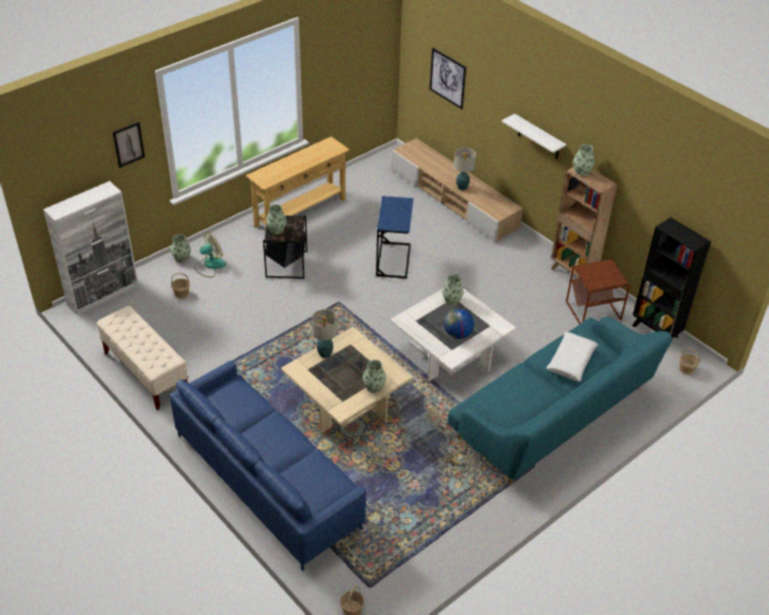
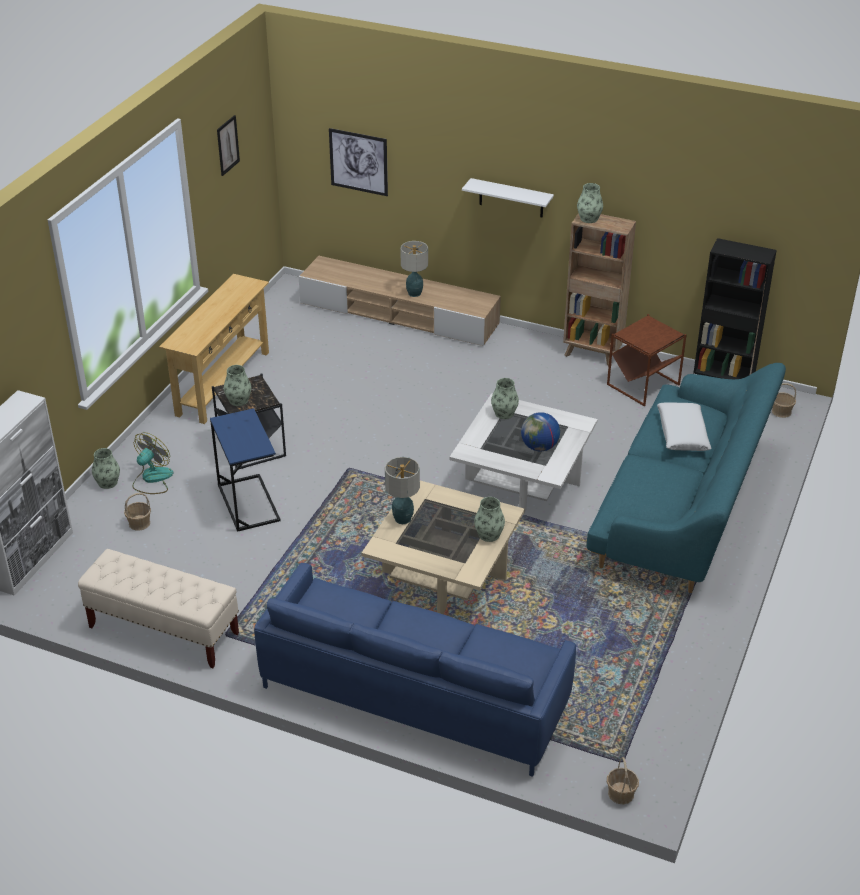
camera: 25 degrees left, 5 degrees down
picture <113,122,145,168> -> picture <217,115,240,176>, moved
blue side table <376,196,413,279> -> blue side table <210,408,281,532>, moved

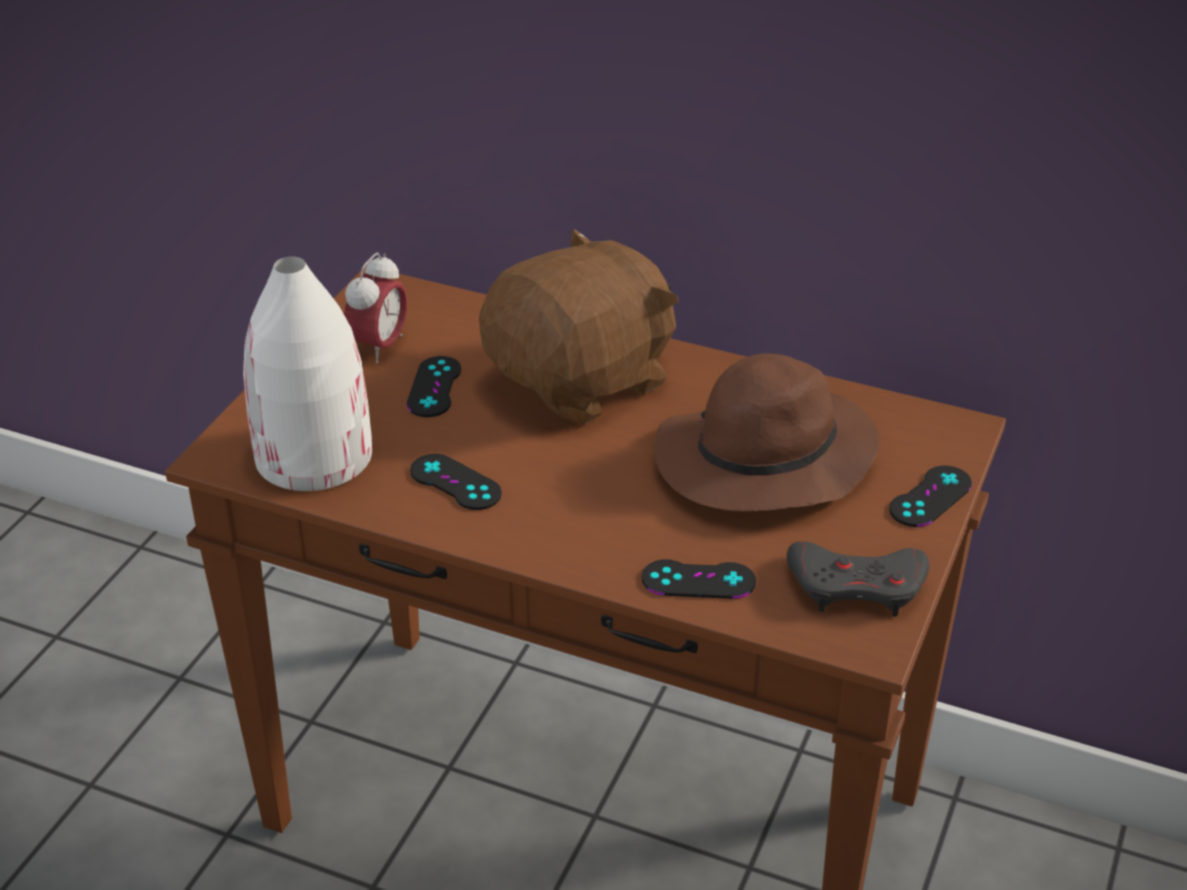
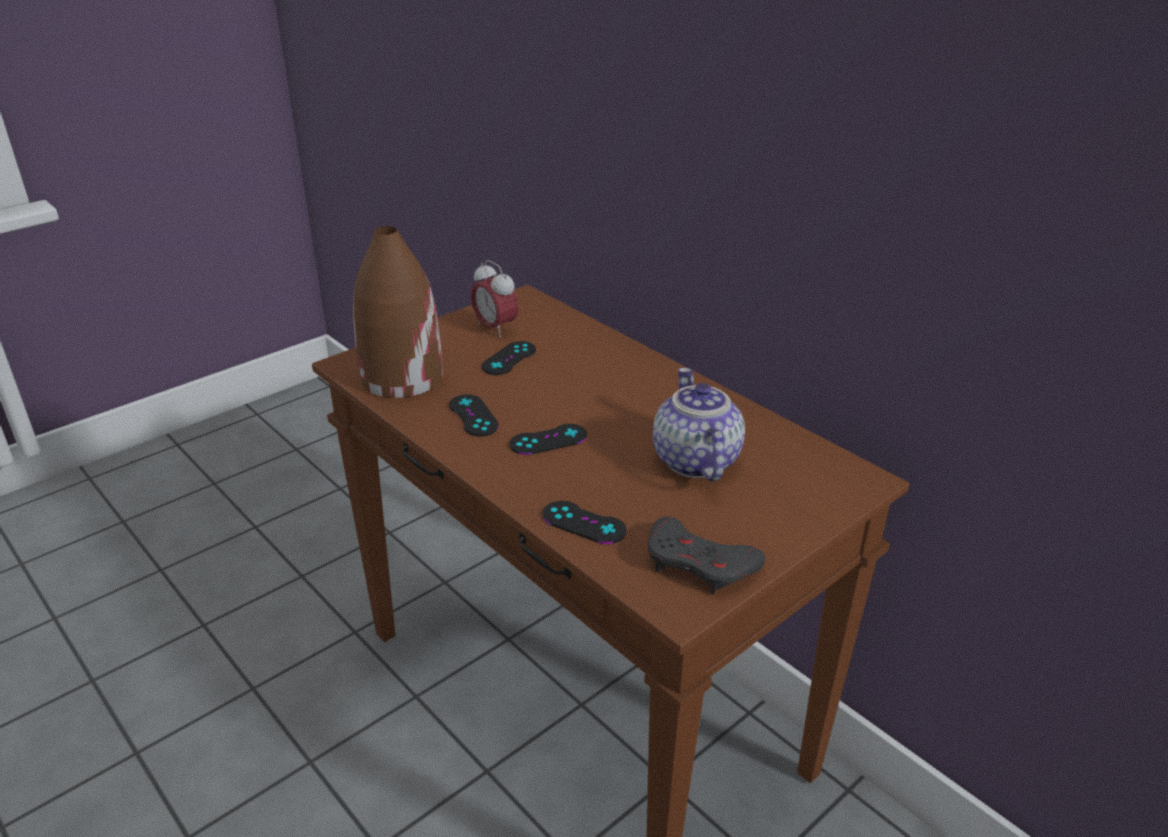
camera: 25 degrees right, 5 degrees down
brown plush toy <479,229,678,425> -> none
black game controller <889,465,972,527> -> black game controller <510,424,587,455>, moved
brown hat <654,353,879,512> -> teapot <653,368,745,481>
white vase <243,256,372,491> -> brown vase <353,226,443,398>
alarm clock <344,252,407,363> -> alarm clock <471,260,519,338>, 90 degrees clockwise

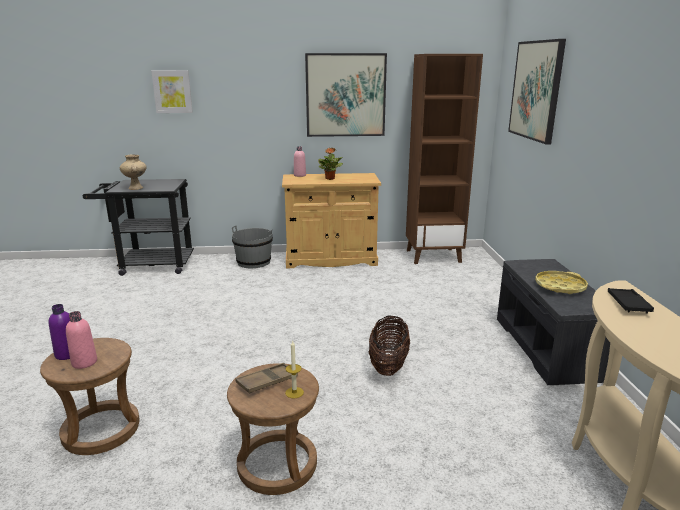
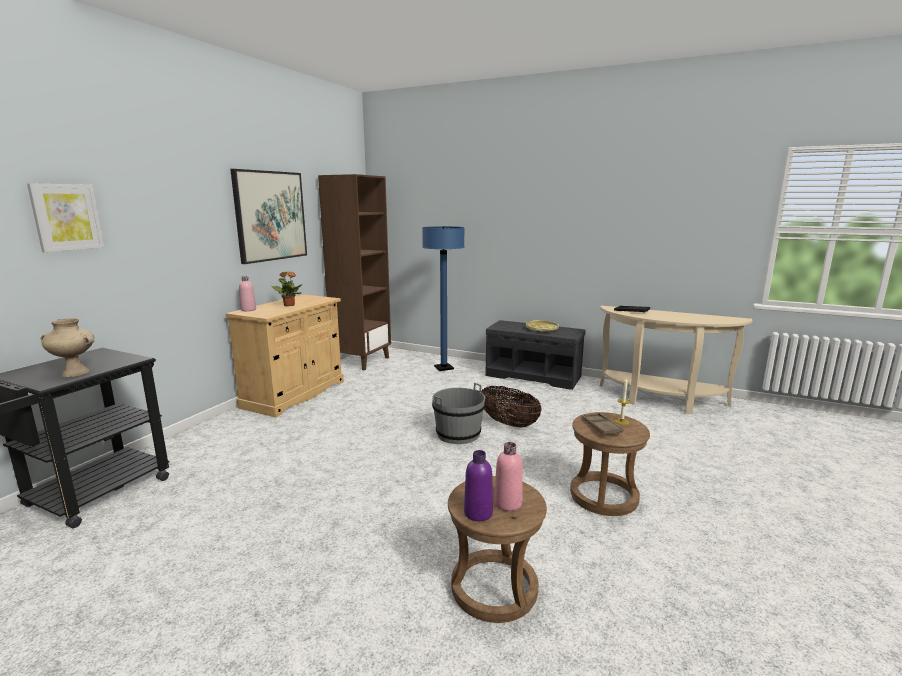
camera: 60 degrees left, 5 degrees down
picture <508,39,566,144> -> none
none -> blue floor lamp <422,226,465,371>
grey bucket <232,225,273,268> -> grey bucket <432,383,485,444>, moved

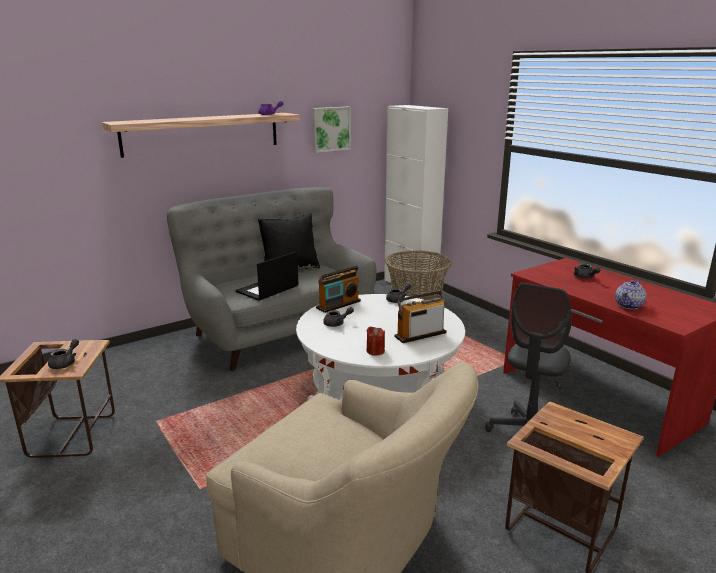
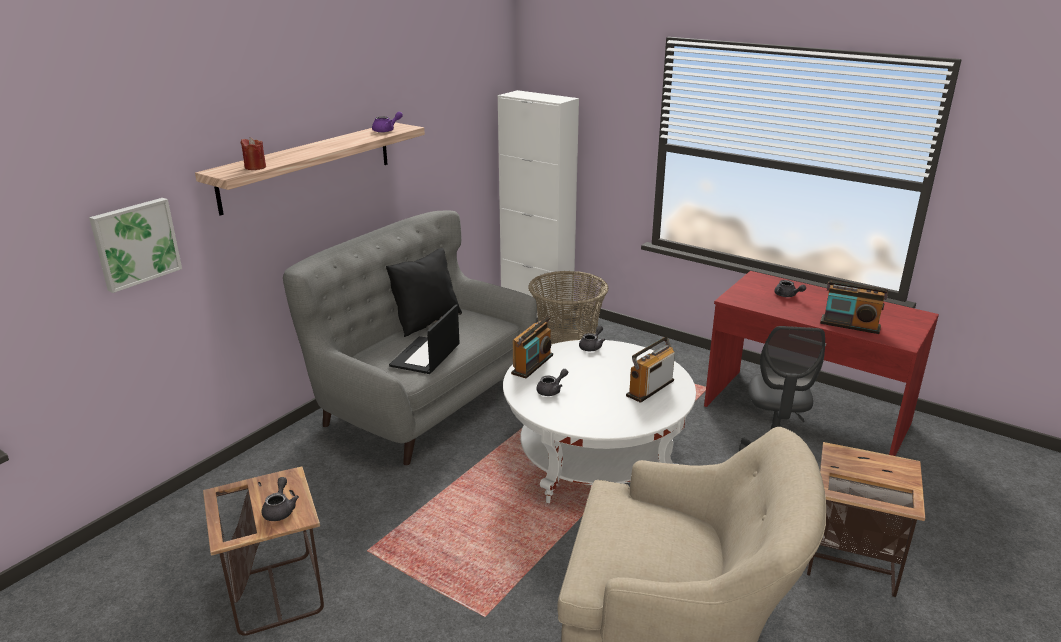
camera: 20 degrees left, 5 degrees up
picture <312,107,351,153> -> picture <89,198,182,293>, moved
red candle <367,326,385,356> -> red candle <241,137,266,170>, moved
teapot <615,280,647,310> -> radio <820,280,888,334>

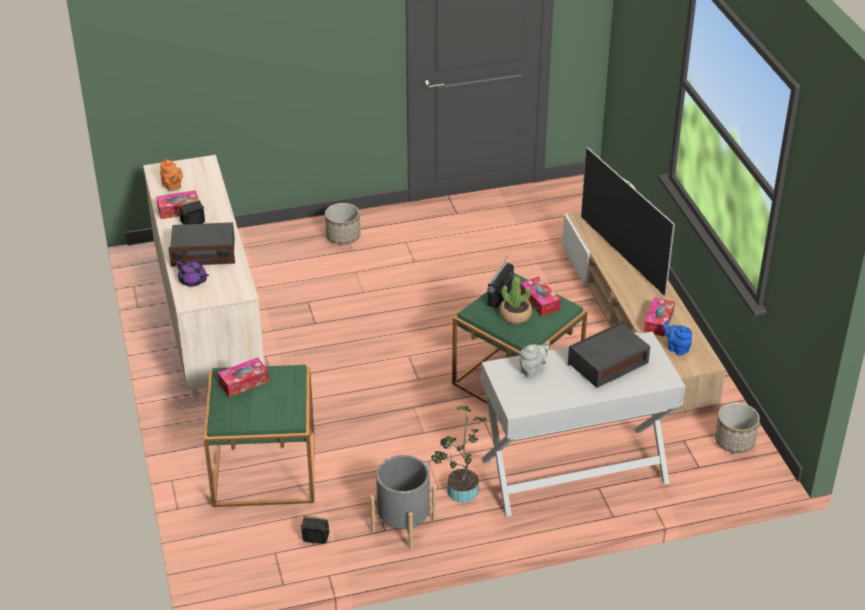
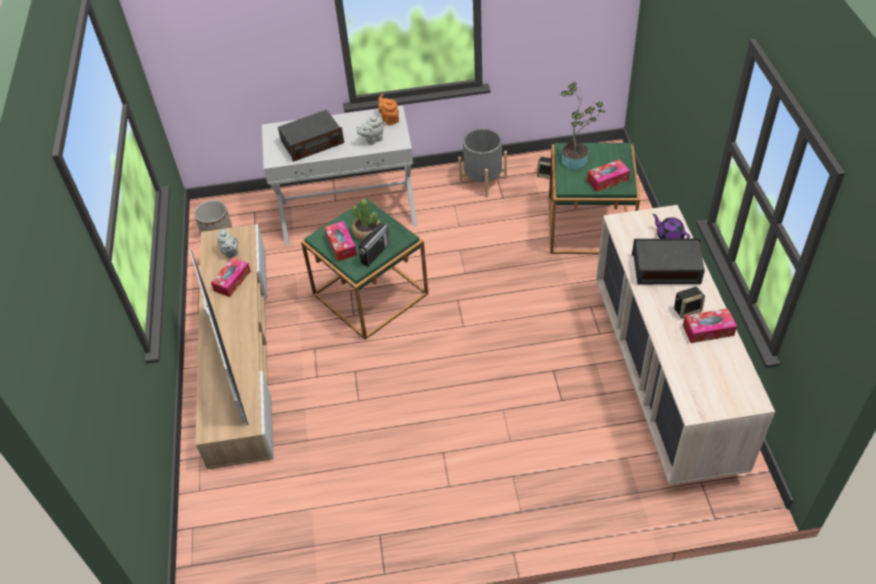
camera: 170 degrees left, 10 degrees up
planter <325,203,360,244> -> none
orange teapot <160,158,183,191> -> orange teapot <378,94,399,125>, moved
potted plant <431,406,486,503> -> potted plant <561,82,605,169>, moved
blue teapot <663,320,692,356> -> grey teapot <216,229,238,258>

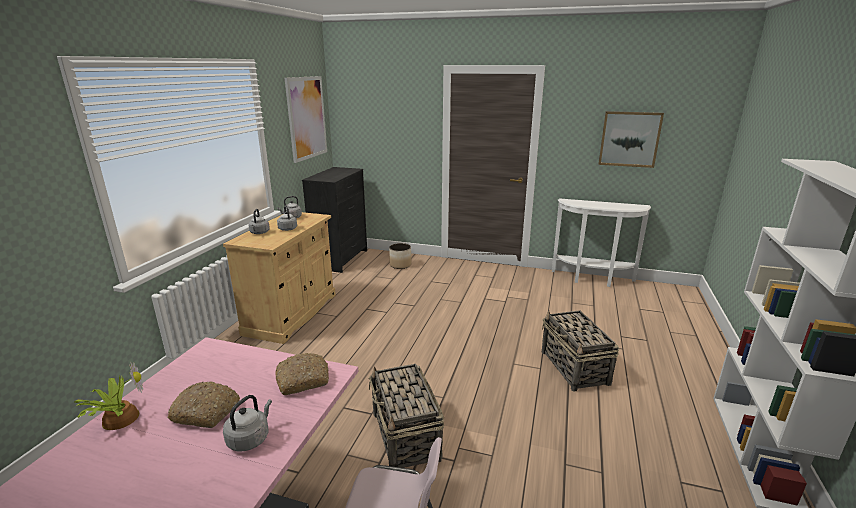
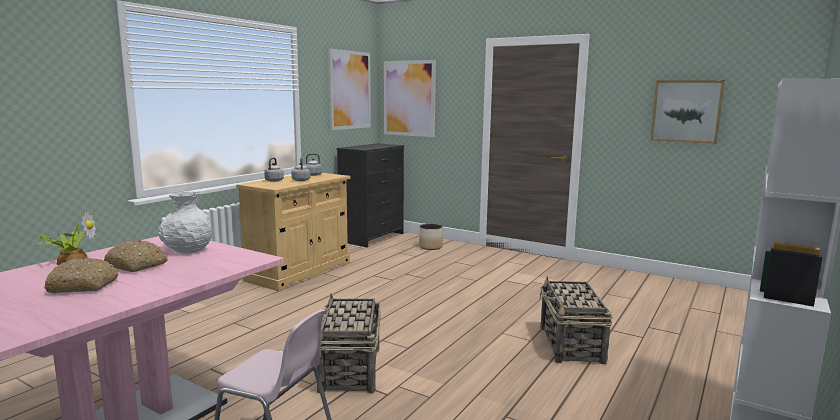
camera: 15 degrees right, 10 degrees down
grey kettle <223,395,272,451> -> none
white console table <552,198,651,287> -> none
none -> white vase <158,192,212,253>
none -> picture <384,60,436,137>
bread <276,353,329,395> -> bread <44,258,118,293>, moved

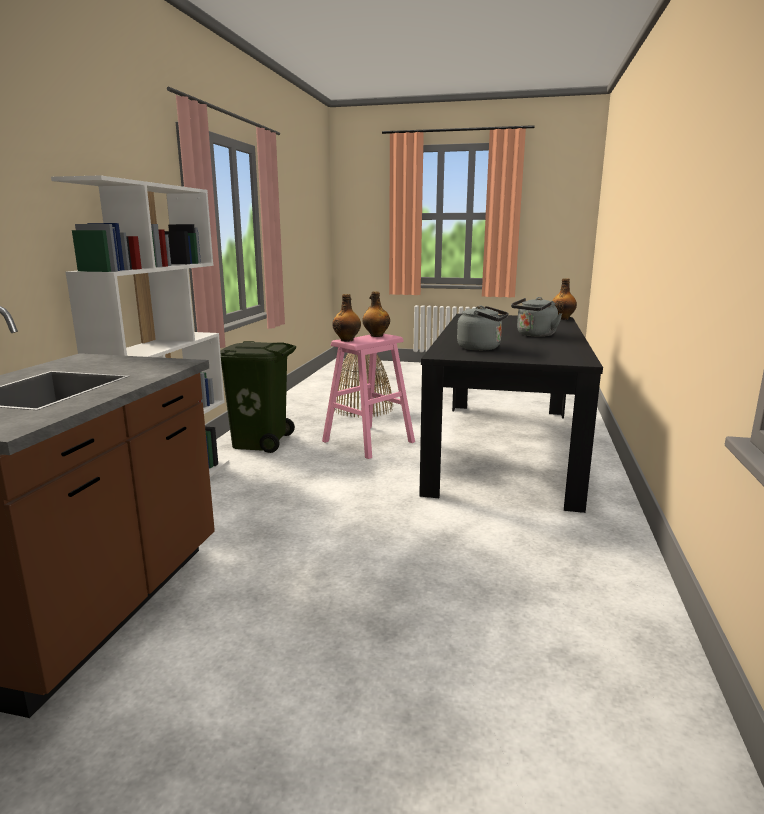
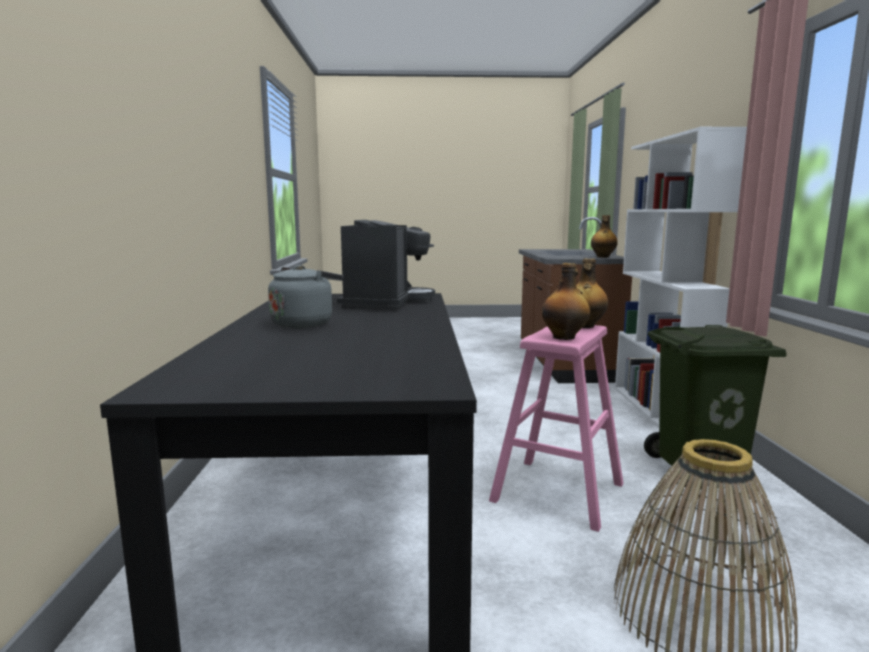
camera: 165 degrees right, 5 degrees down
bottle <552,278,577,320> -> bottle <591,215,618,258>, moved
grey kettle <457,305,509,351> -> coffee machine <337,220,435,310>

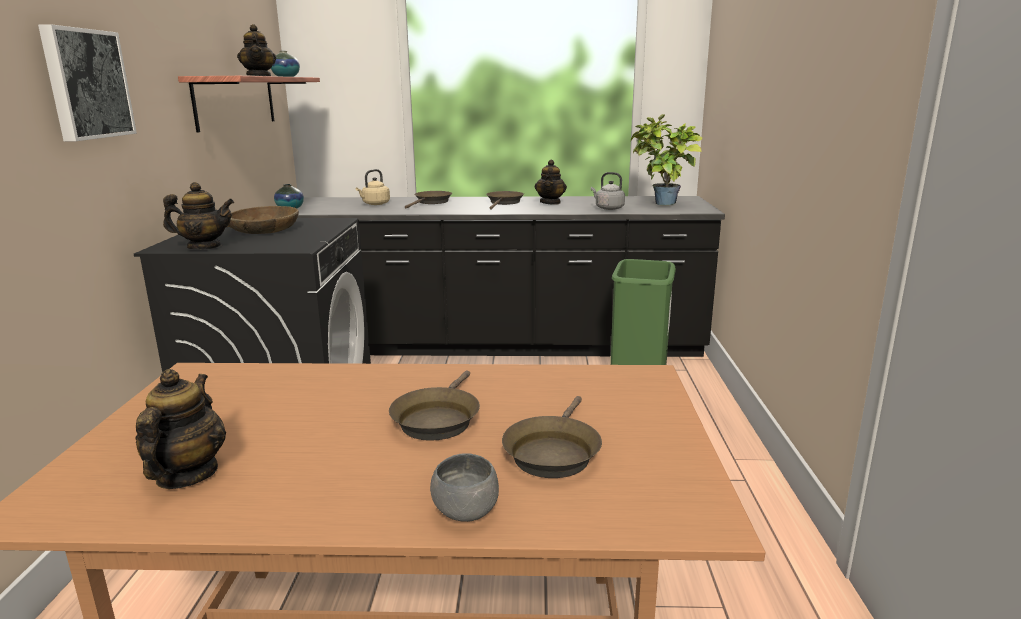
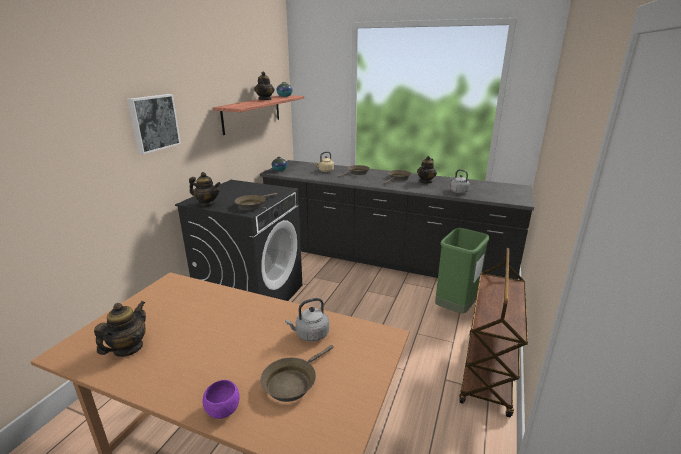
camera: 20 degrees right, 5 degrees up
brown bowl <227,206,299,234> -> none
potted plant <631,114,702,205> -> none
none -> grey kettle <285,298,329,342>
none -> brown cart <459,248,528,417>
brown frying pan <389,371,480,441> -> brown frying pan <235,193,277,210>, moved
grey bowl <430,453,499,522> -> purple bowl <202,380,240,419>

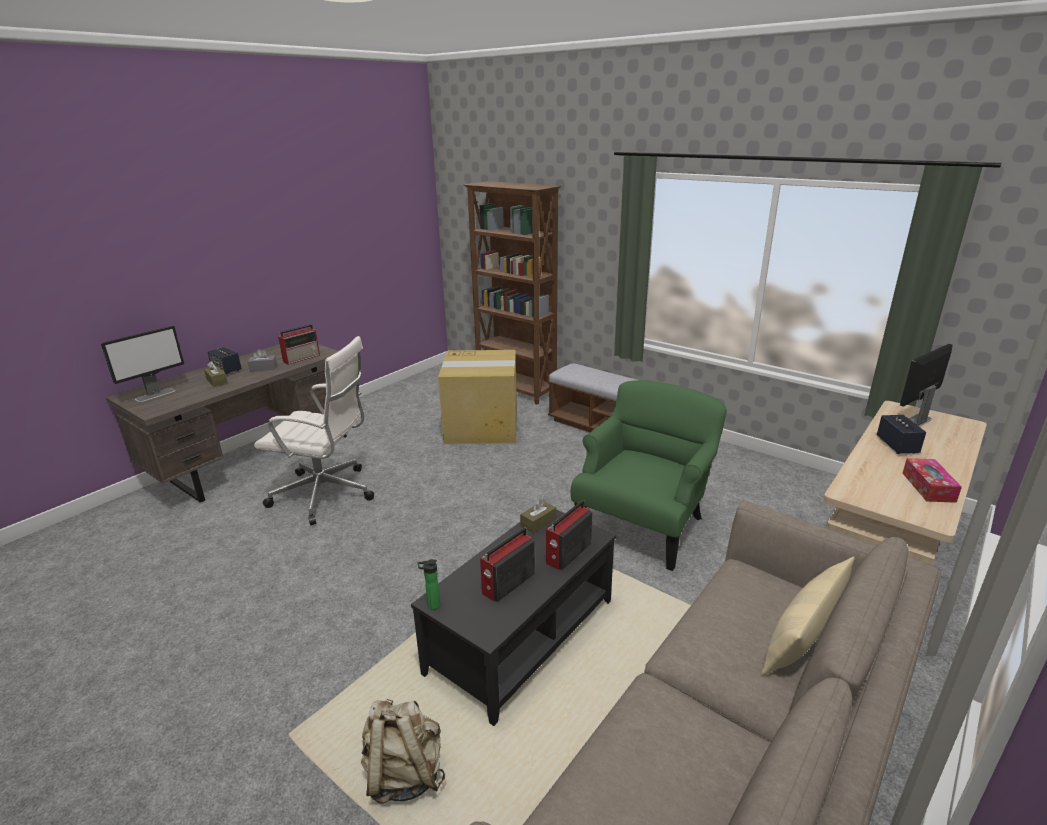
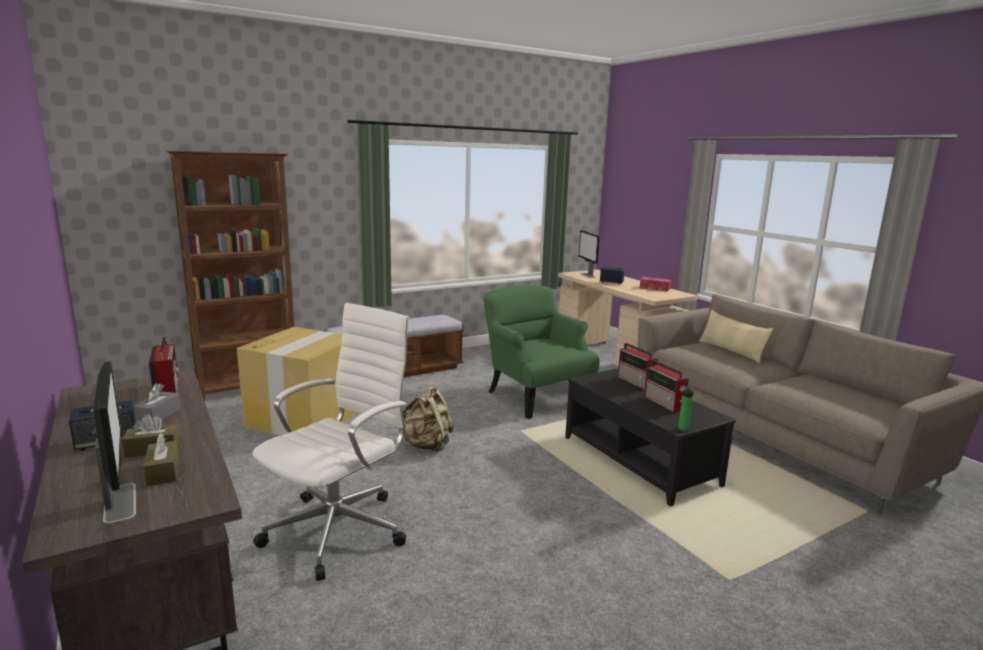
camera: 70 degrees left, 10 degrees down
beige backpack <361,699,445,804> -> beige backpack <402,387,454,453>, moved
brown tissue box <520,498,556,533> -> brown tissue box <143,433,179,486>, moved

